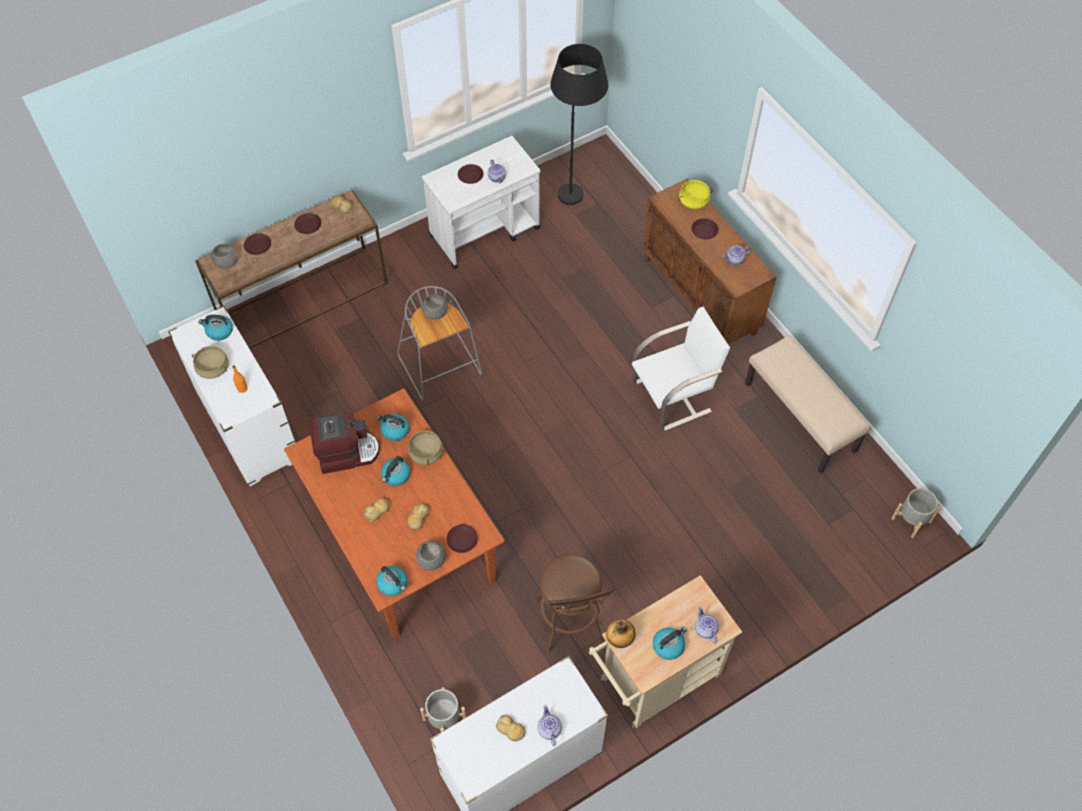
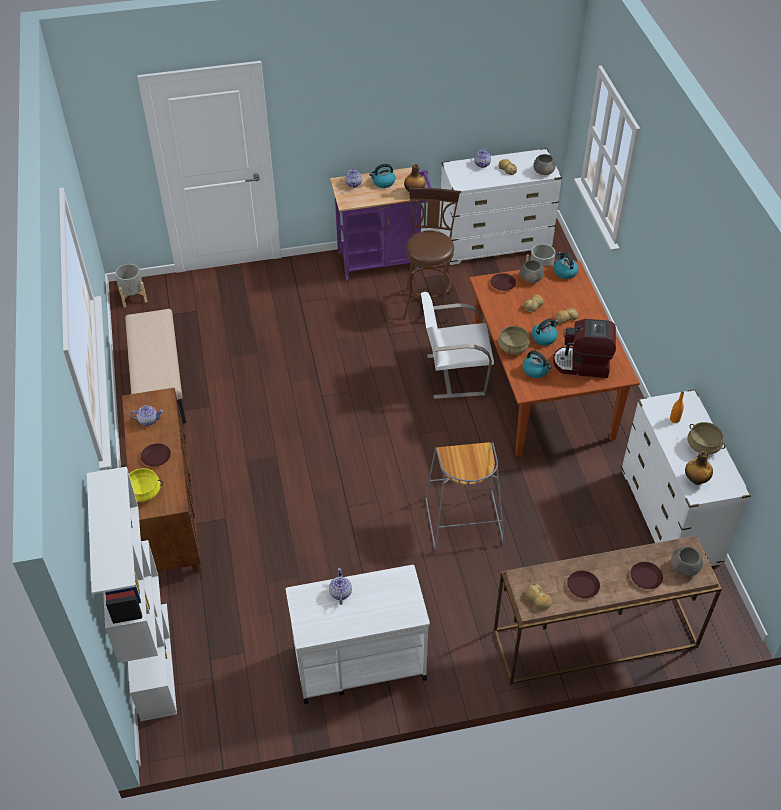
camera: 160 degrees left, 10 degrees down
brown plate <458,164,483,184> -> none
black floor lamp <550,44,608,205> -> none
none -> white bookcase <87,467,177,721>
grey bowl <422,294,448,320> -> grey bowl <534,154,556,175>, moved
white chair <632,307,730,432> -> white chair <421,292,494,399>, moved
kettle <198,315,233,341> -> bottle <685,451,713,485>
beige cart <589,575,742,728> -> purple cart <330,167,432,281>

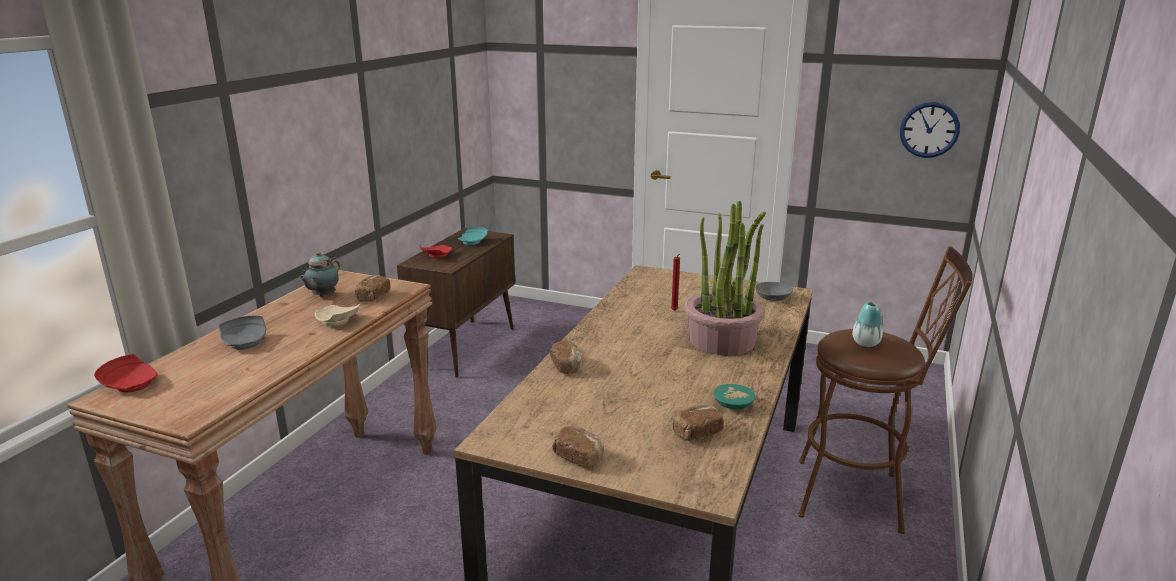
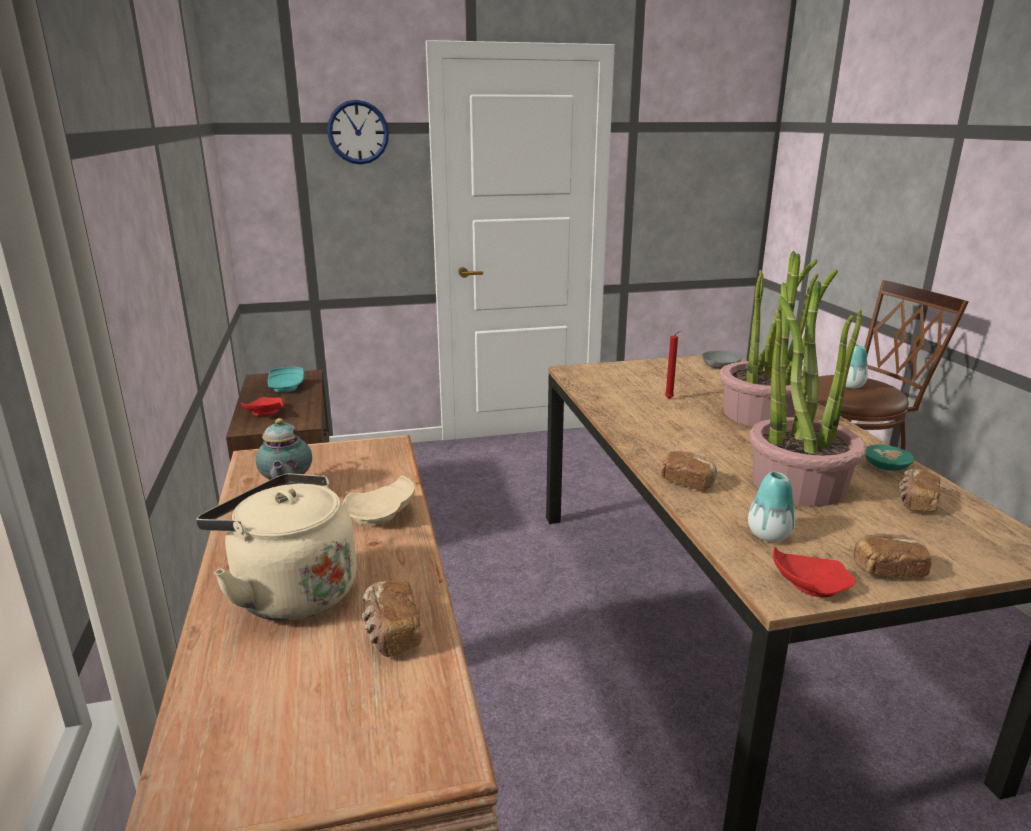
camera: 35 degrees left, 0 degrees up
none -> vase <748,471,795,542>
none -> potted plant <749,281,867,507>
red plate <94,354,157,392> -> red plate <773,547,856,598>, moved
bread <355,275,391,302> -> bread <362,581,422,657>, moved
wall clock <900,102,960,158> -> wall clock <327,100,389,165>, moved
grey plate <219,315,266,350> -> beige kettle <196,473,357,621>

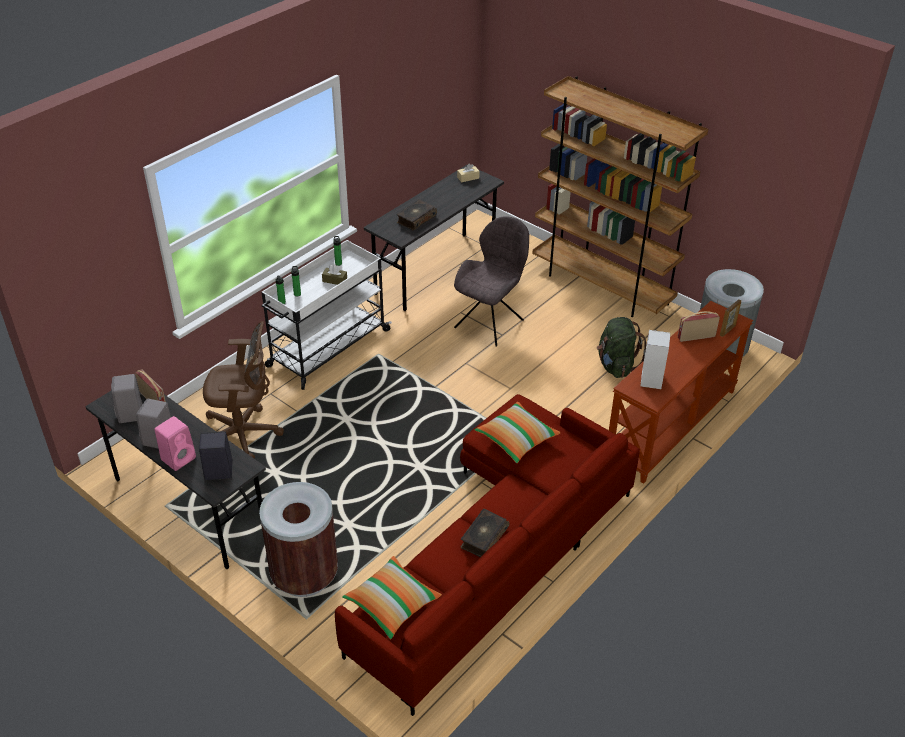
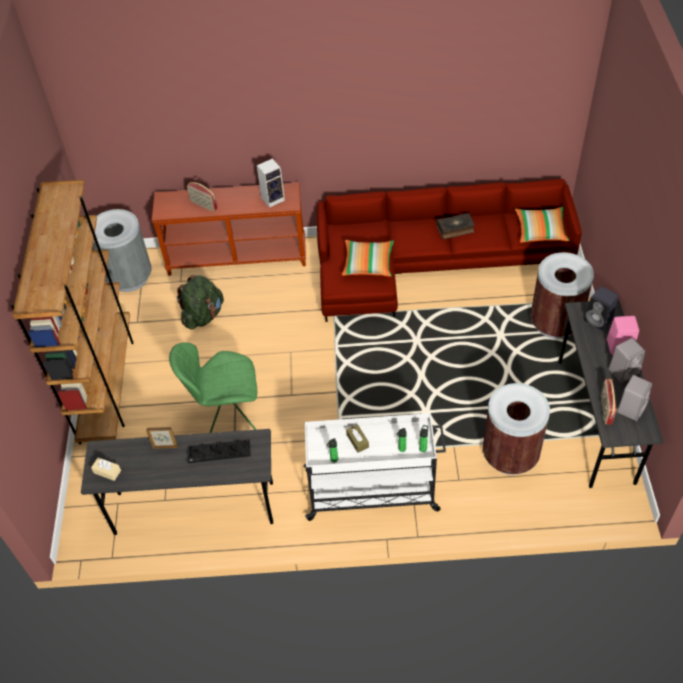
camera: 130 degrees left, 10 degrees up
picture frame <720,299,741,337> -> picture frame <146,427,178,449>, moved
brown office chair <203,321,284,458> -> brown trash can <483,383,550,475>
book <397,199,437,230> -> keyboard <187,439,251,463>
grey chair <454,217,529,346> -> green chair <169,342,257,433>

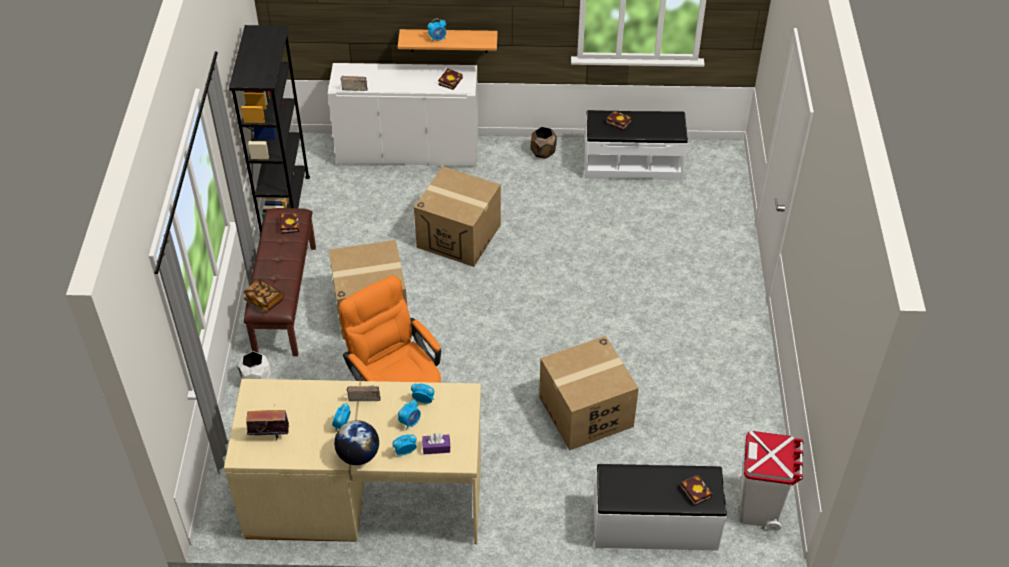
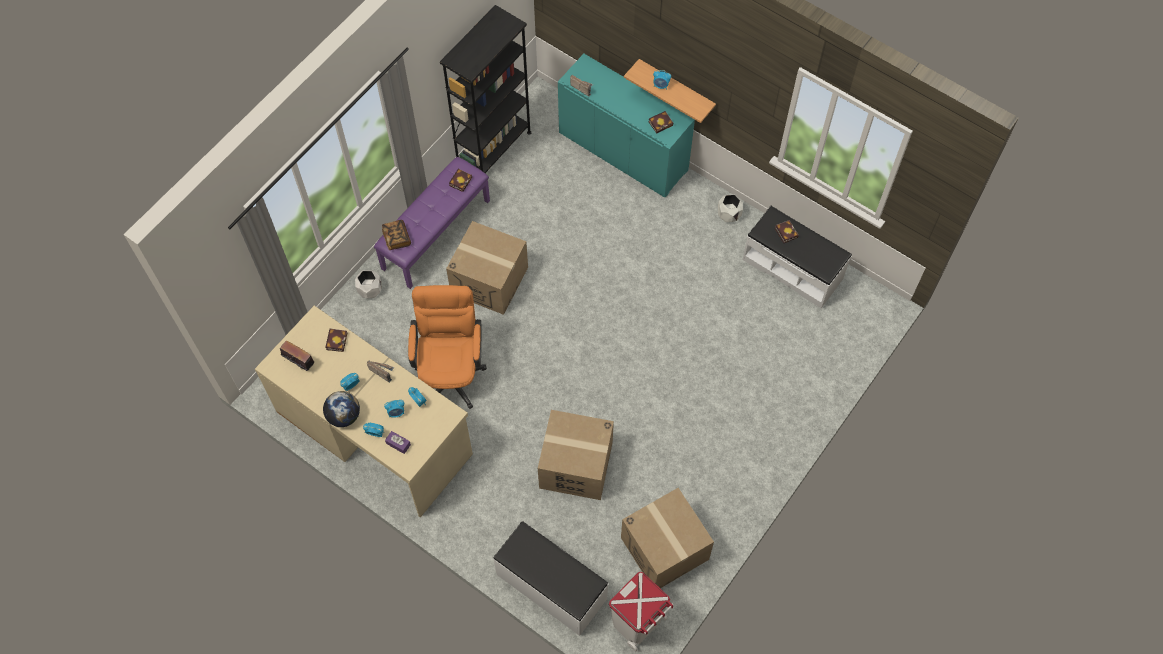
camera: 35 degrees right, 15 degrees up
cardboard box <414,166,501,267> -> cardboard box <621,488,714,588>, moved
book <680,475,712,506> -> book <326,328,347,352>, moved
brown bench <244,208,316,356> -> purple bench <374,157,490,289>
white cabinet <328,63,479,166> -> turquoise cabinet <558,54,695,197>
brown planter <530,127,557,159> -> white planter <718,194,743,222>

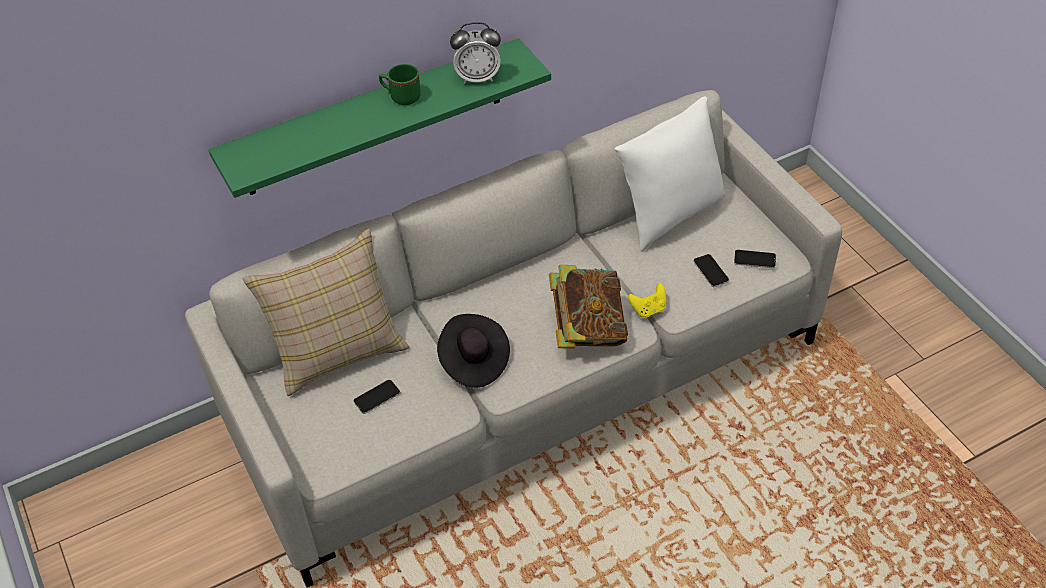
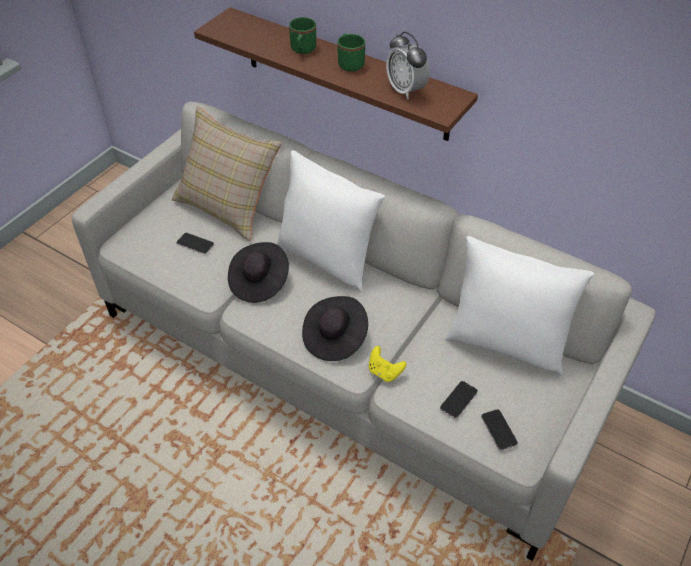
camera: 60 degrees right, 0 degrees up
none -> white pillow <277,150,385,292>
none -> green mug <289,17,316,54>
book <549,265,628,349> -> black hat <302,296,368,361>
green shelf <208,38,551,198> -> brown shelf <194,7,478,141>

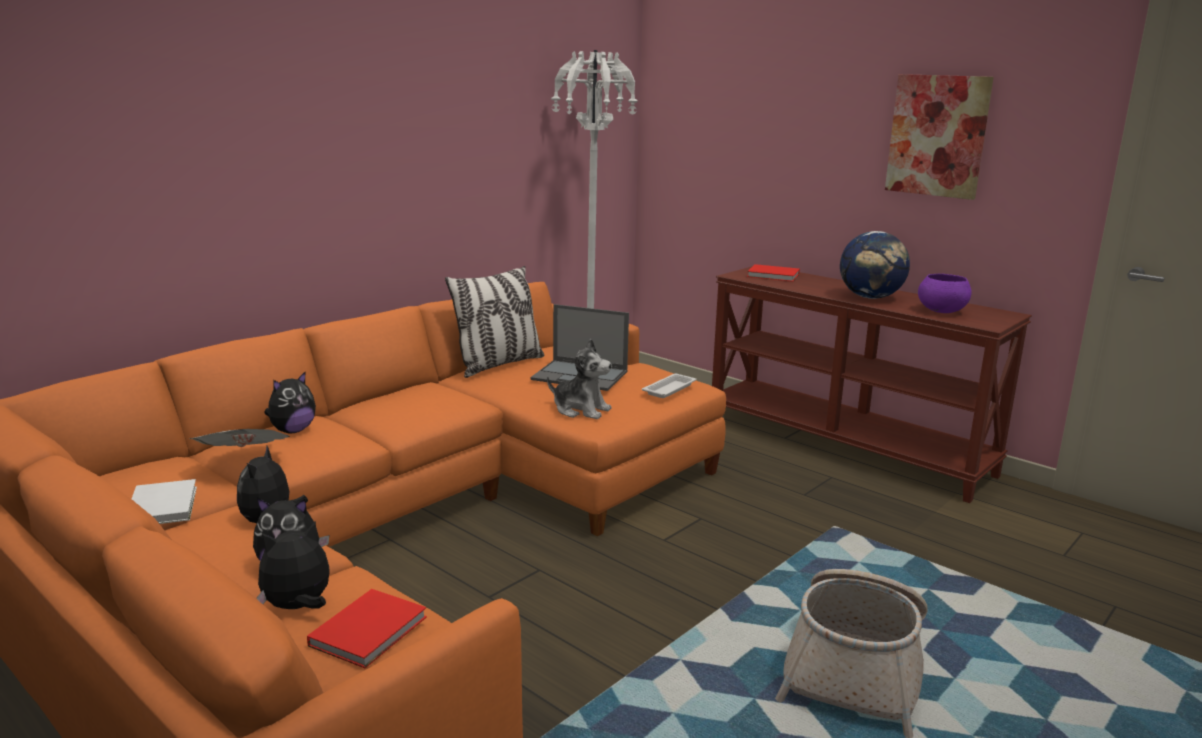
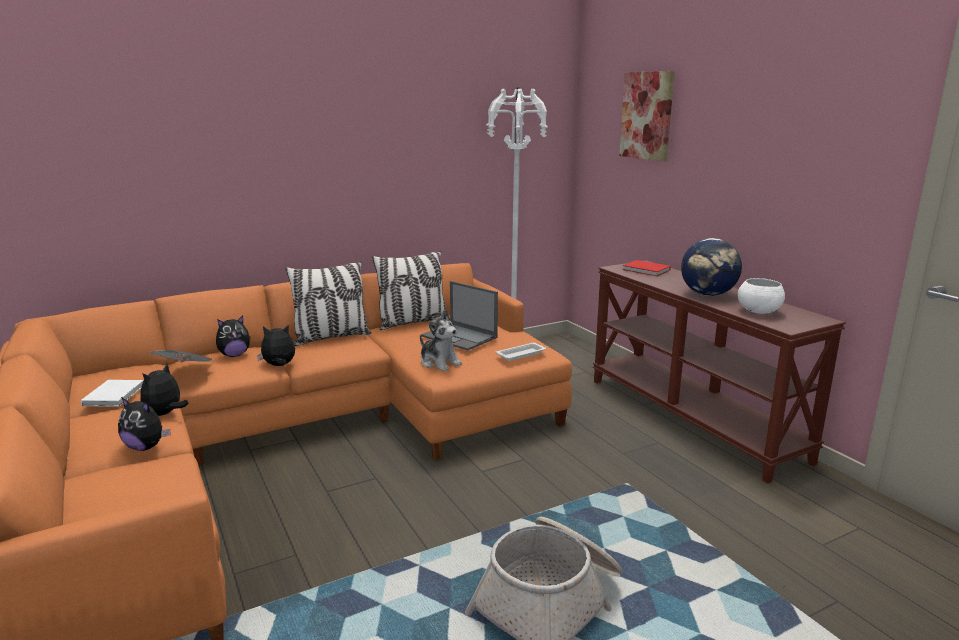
camera: 20 degrees right, 0 degrees up
red book <307,589,427,668> -> none
none -> pillow <285,261,371,346>
plush toy <257,522,329,609> -> plush toy <257,325,295,366>, moved
picture <885,74,994,200> -> picture <619,71,675,162>, moved
purple bowl <918,274,972,313> -> white bowl <738,278,785,314>

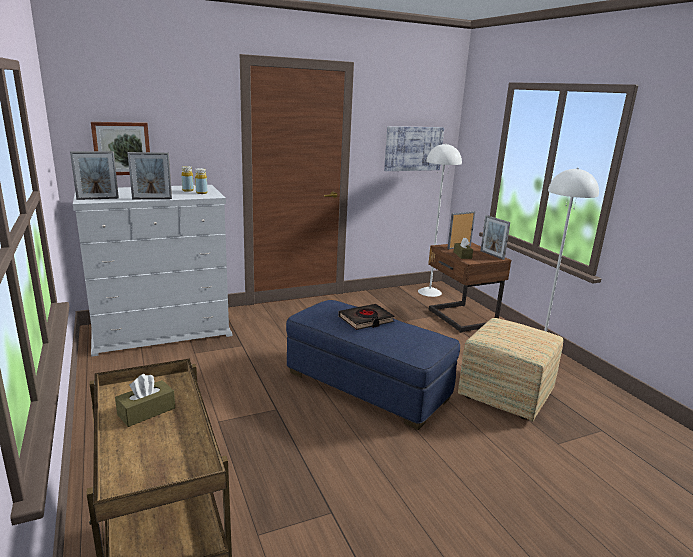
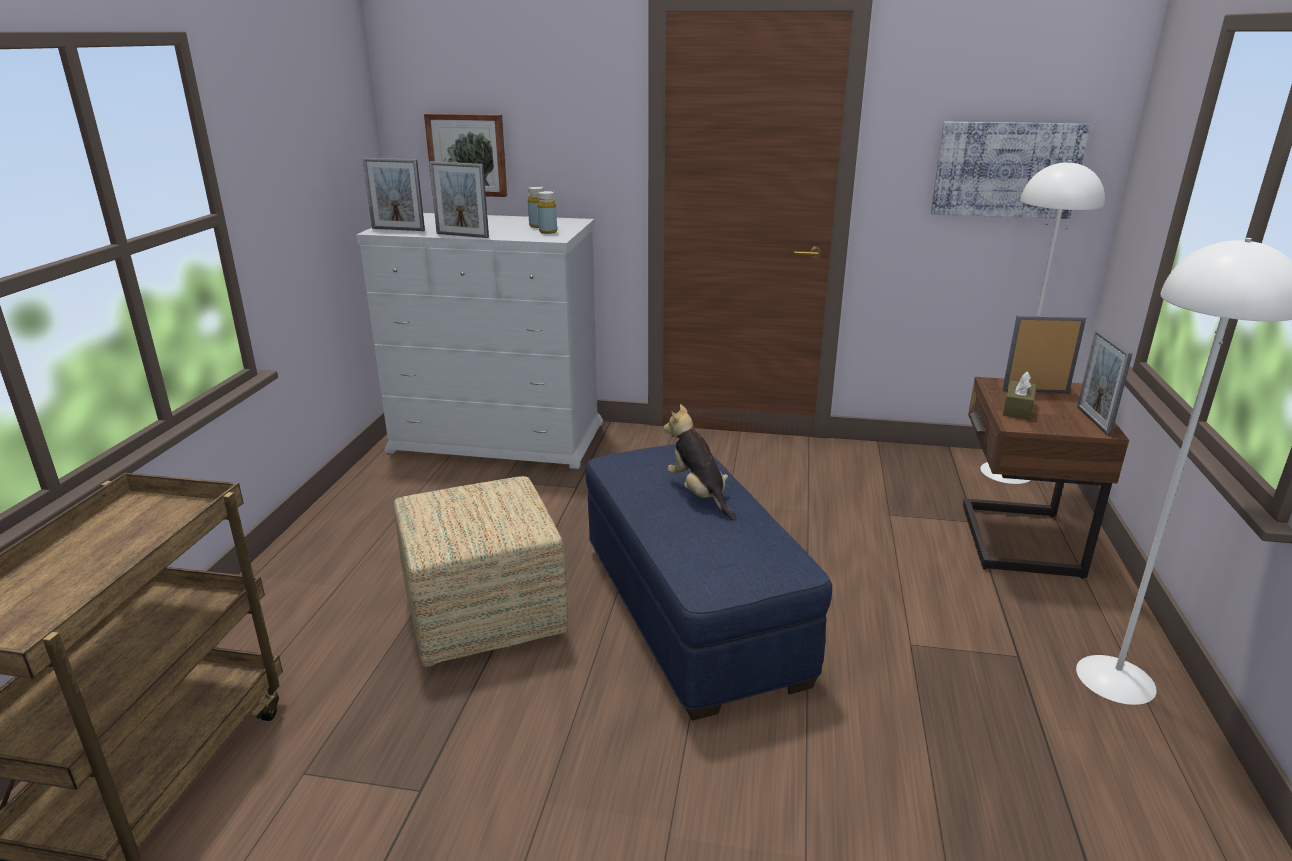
camera: 35 degrees right, 5 degrees up
brown tissue box <115,374,175,427> -> none
ottoman <458,318,563,422> -> ottoman <394,476,568,667>, moved
black book <338,304,394,330> -> plush toy <664,404,736,519>

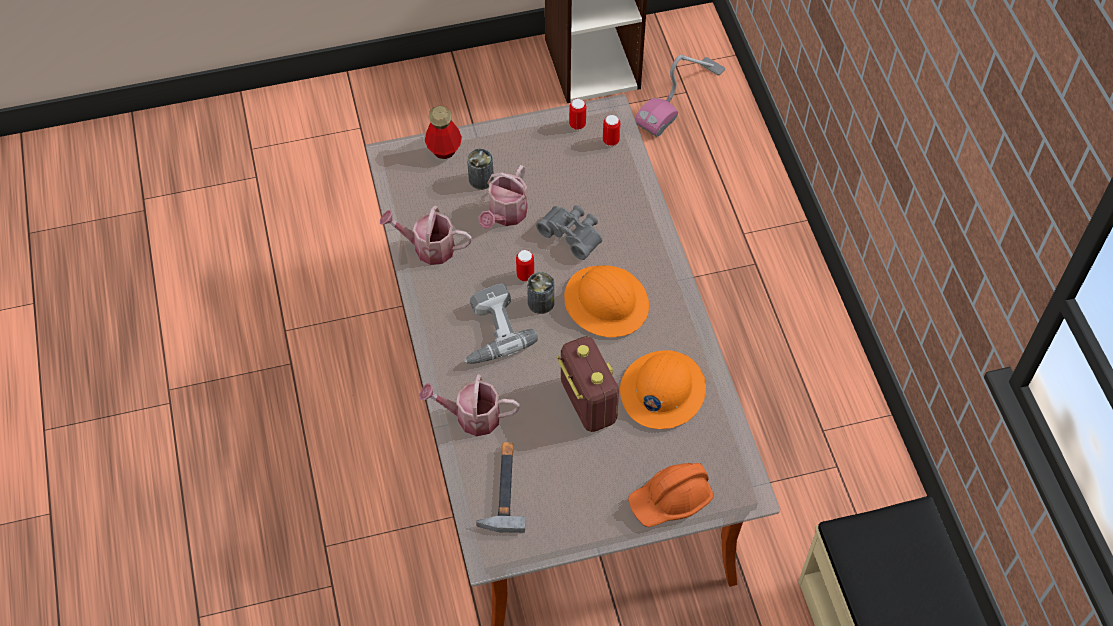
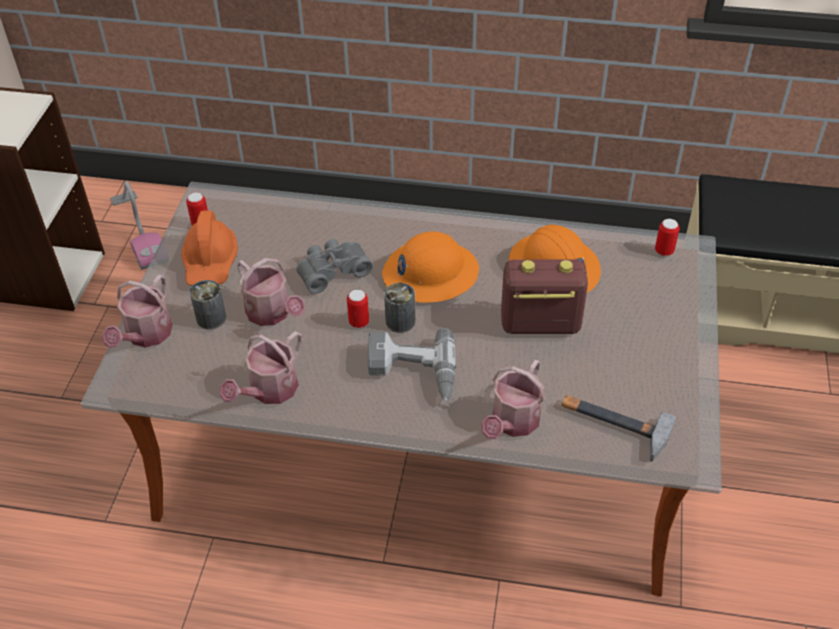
camera: 65 degrees left, 10 degrees down
can <603,115,620,146> -> can <655,219,680,256>, moved
orange hard hat <628,463,713,527> -> orange hard hat <181,210,238,286>, moved
bottle <425,106,462,159> -> watering can <102,275,172,348>

